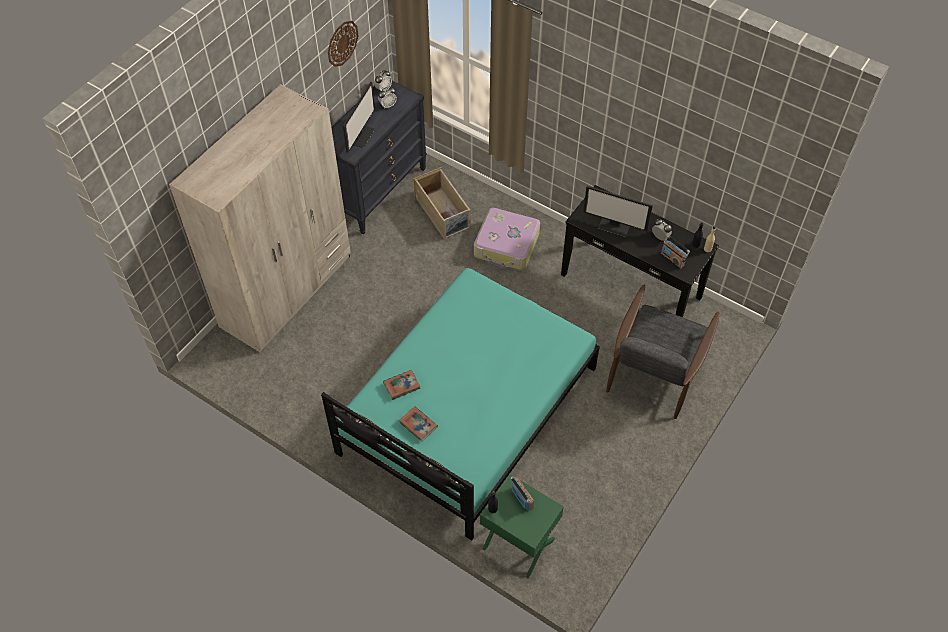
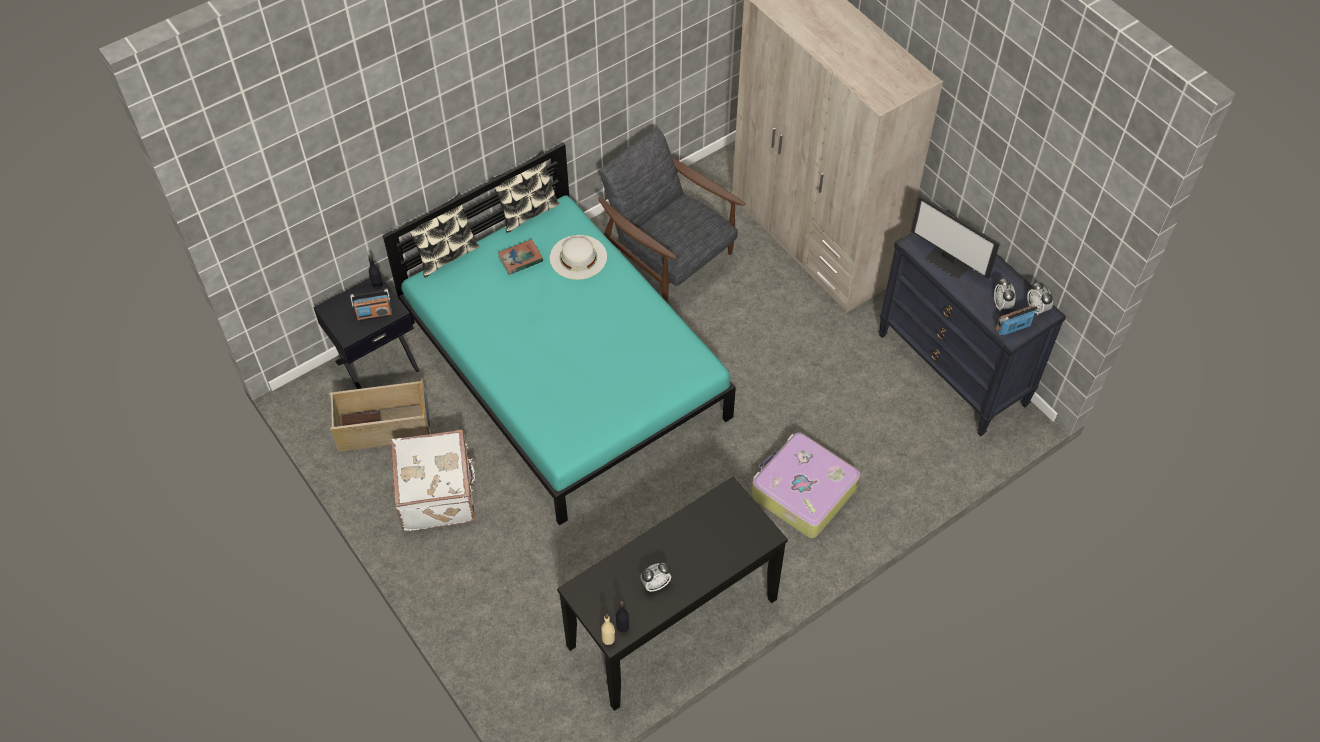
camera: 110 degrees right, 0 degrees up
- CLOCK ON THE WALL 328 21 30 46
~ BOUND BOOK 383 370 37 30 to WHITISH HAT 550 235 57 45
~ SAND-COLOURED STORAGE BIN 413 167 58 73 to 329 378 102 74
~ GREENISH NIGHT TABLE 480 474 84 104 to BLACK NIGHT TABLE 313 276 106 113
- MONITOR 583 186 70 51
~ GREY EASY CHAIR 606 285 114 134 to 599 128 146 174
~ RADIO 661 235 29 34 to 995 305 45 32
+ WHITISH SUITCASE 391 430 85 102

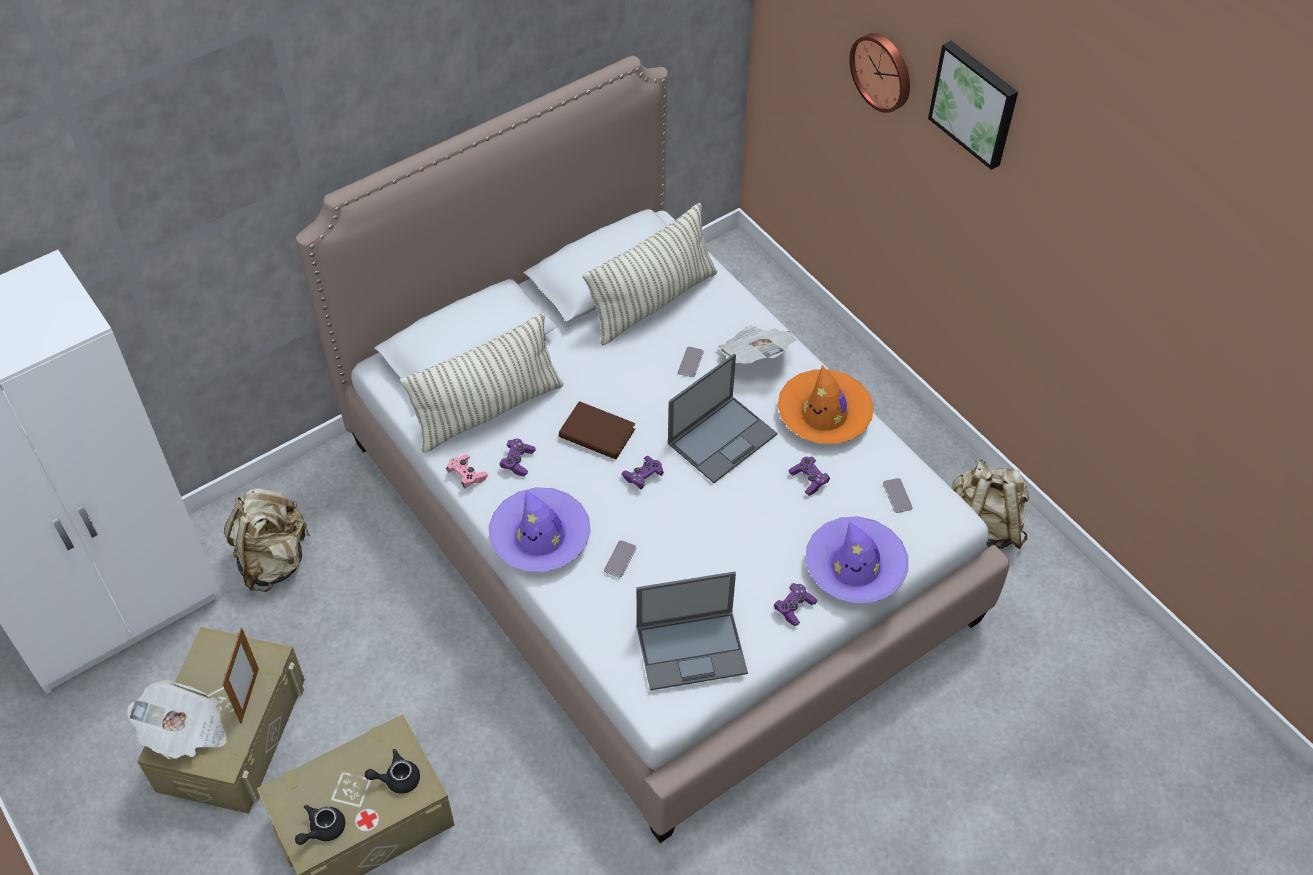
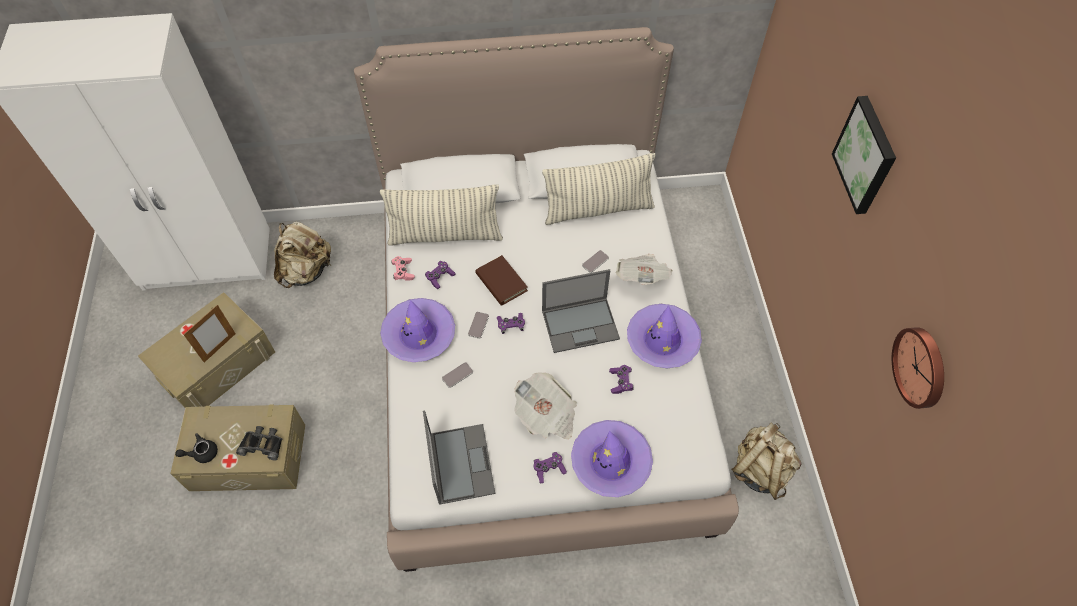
camera: 30 degrees right, 5 degrees up
~ NEWSPAPER 127 680 100 79 to 514 372 63 68
~ BLACK TEAPOT 364 749 56 45 to BLACK BINOCULARS 236 426 46 35
~ LAPTOP 637 571 111 120 = 423 410 72 95 120 degrees counterclockwise
~ ORANGE-COLOURED HAT 778 365 96 79 to PURPLE HAT 627 304 75 64
~ CLOCK ON THE WALL 849 33 61 80 to 892 327 52 82
~ HANDSET 883 478 30 35 to 468 312 21 27

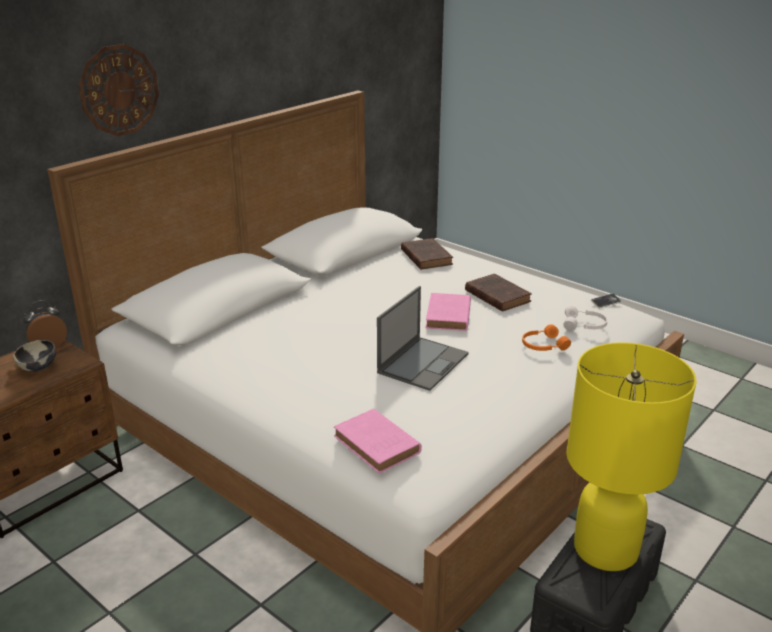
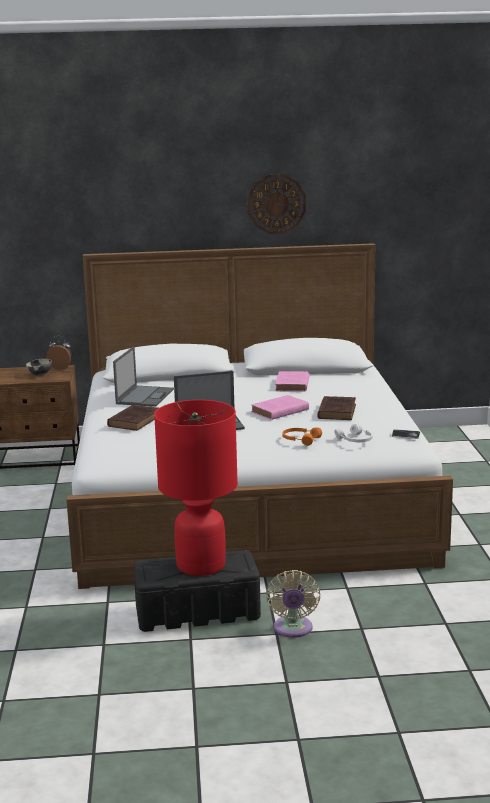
camera: 45 degrees right, 10 degrees down
~ CLOCK ON THE WALL 79 44 80 92 to 247 174 59 60
~ PINK-COLOURED BOUND BOOK 334 409 88 65 to 275 371 34 21
~ BROWN BOUND BOOK 401 238 52 32 to 107 404 51 27
~ YELLOW-COLOURED LAMP FOR A TABLE 566 342 131 229 to RED LAMP FOR A TABLE 154 400 84 176
+ LAPTOP 113 346 61 61
+ SAND-COLOURED ELECTRIC FAN 266 570 54 68

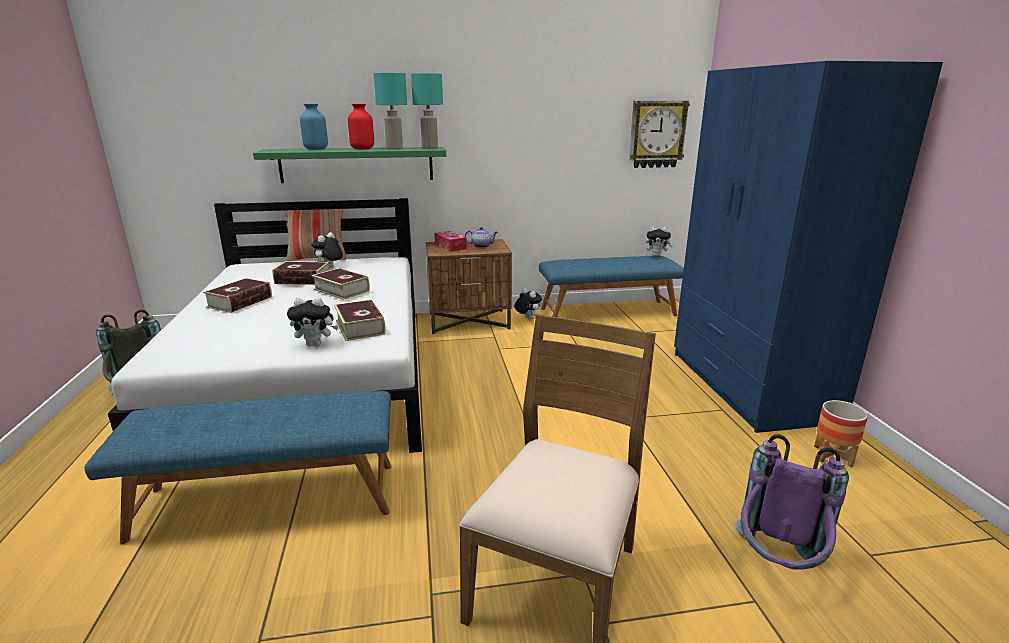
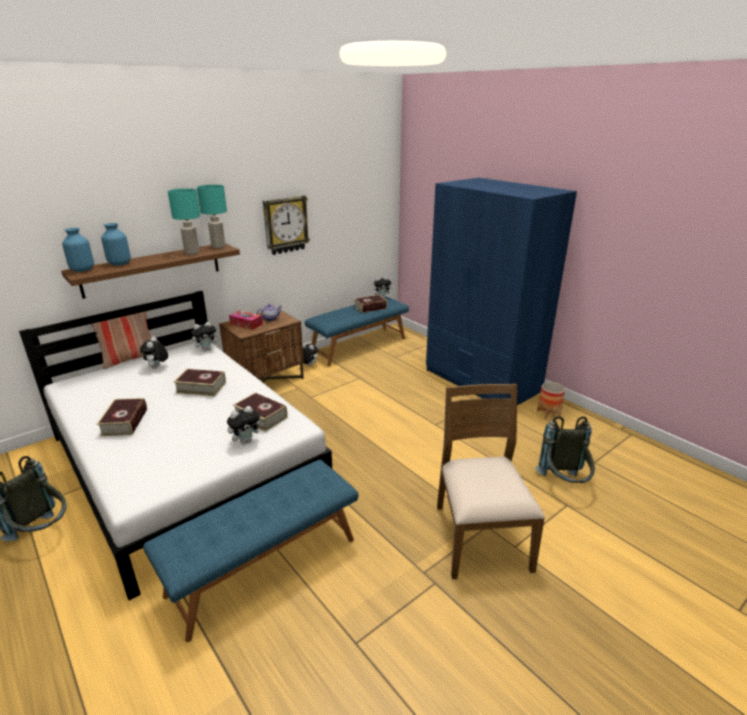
camera: 30 degrees left, 5 degrees up
~ GREENISH WALL SHELF 253 147 193 36 to BROWN WALL SHELF 61 243 179 56
~ BOUND BOOK 272 261 57 24 to 354 294 33 19
- RED DECORATIVE VASE 348 104 26 46
~ CLOCK ON THE WALL 629 101 61 67 to 263 195 47 60
~ PURPLE BACKPACK 735 434 114 136 to GREY BACKPACK 535 416 60 67
+ BLUE-COLOURED DECORATIVE VASE 62 228 32 44
+ CUDDLY TOY 191 322 29 29

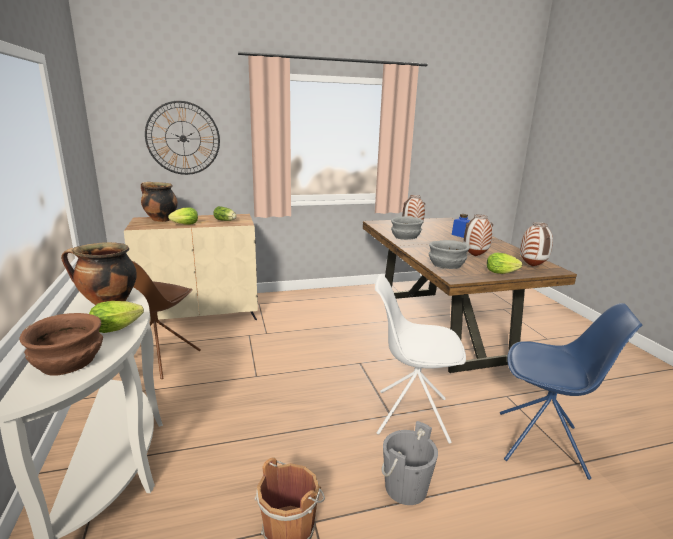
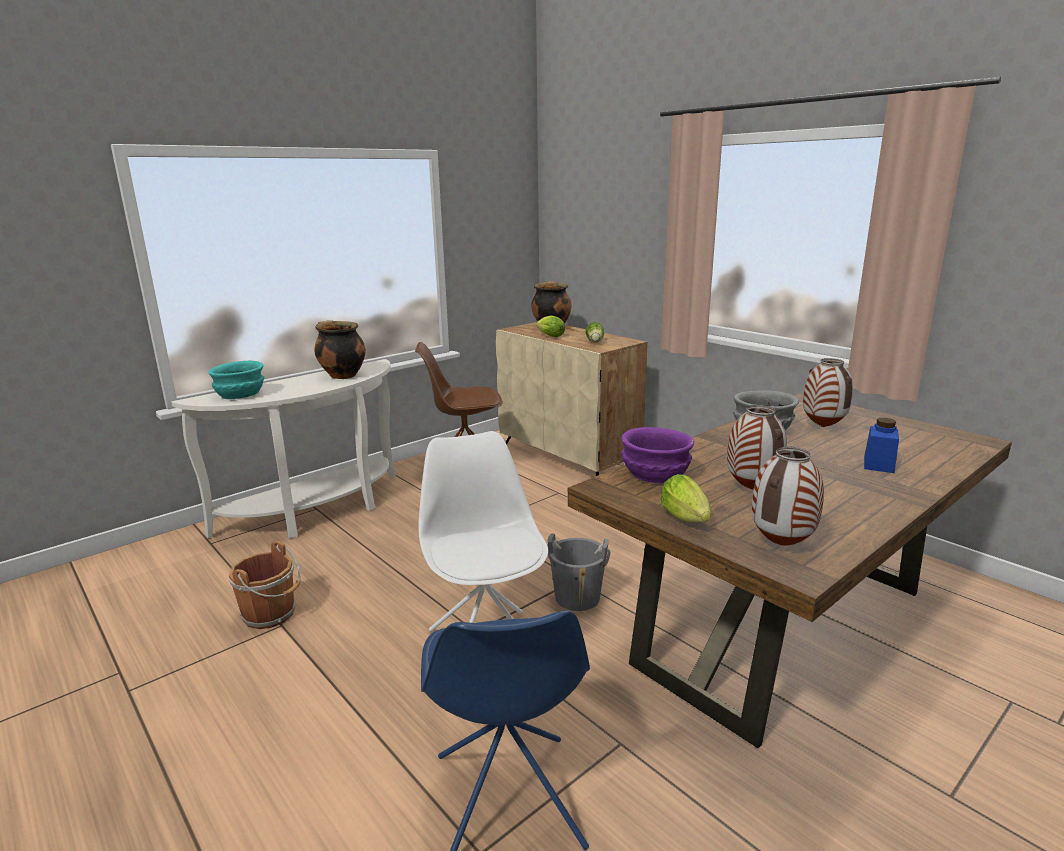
camera: 65 degrees right, 0 degrees up
~ BROWN SERVING BOWL 20 313 83 62 to TURQUOISE-COLOURED SERVING BOWL 208 361 56 38
- HEAD OF LETTUCE 89 301 55 32
- CLOCK ON THE WALL 145 101 75 74
~ GREY PAIL 382 421 56 84 to 547 533 63 78
~ GREY SERVING BOWL 429 240 41 29 to PURPLE SERVING BOWL 621 427 73 56

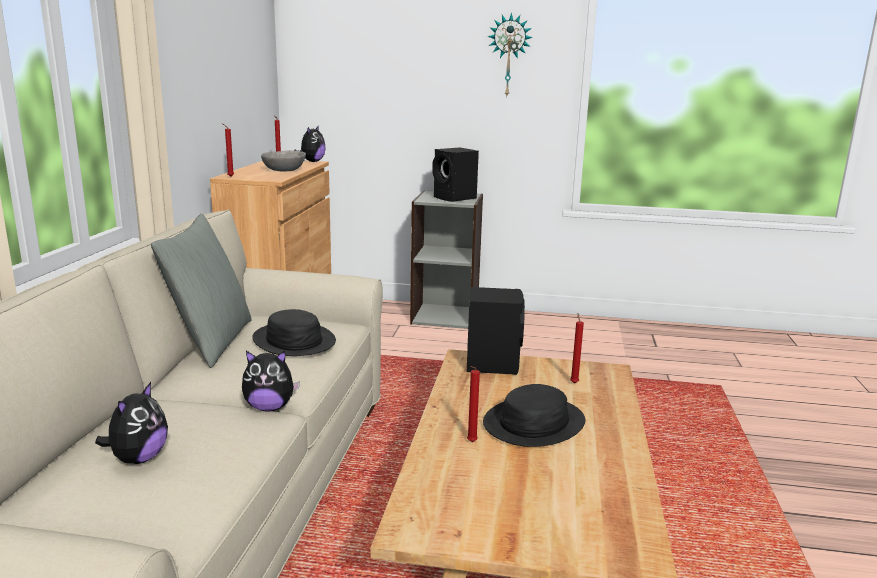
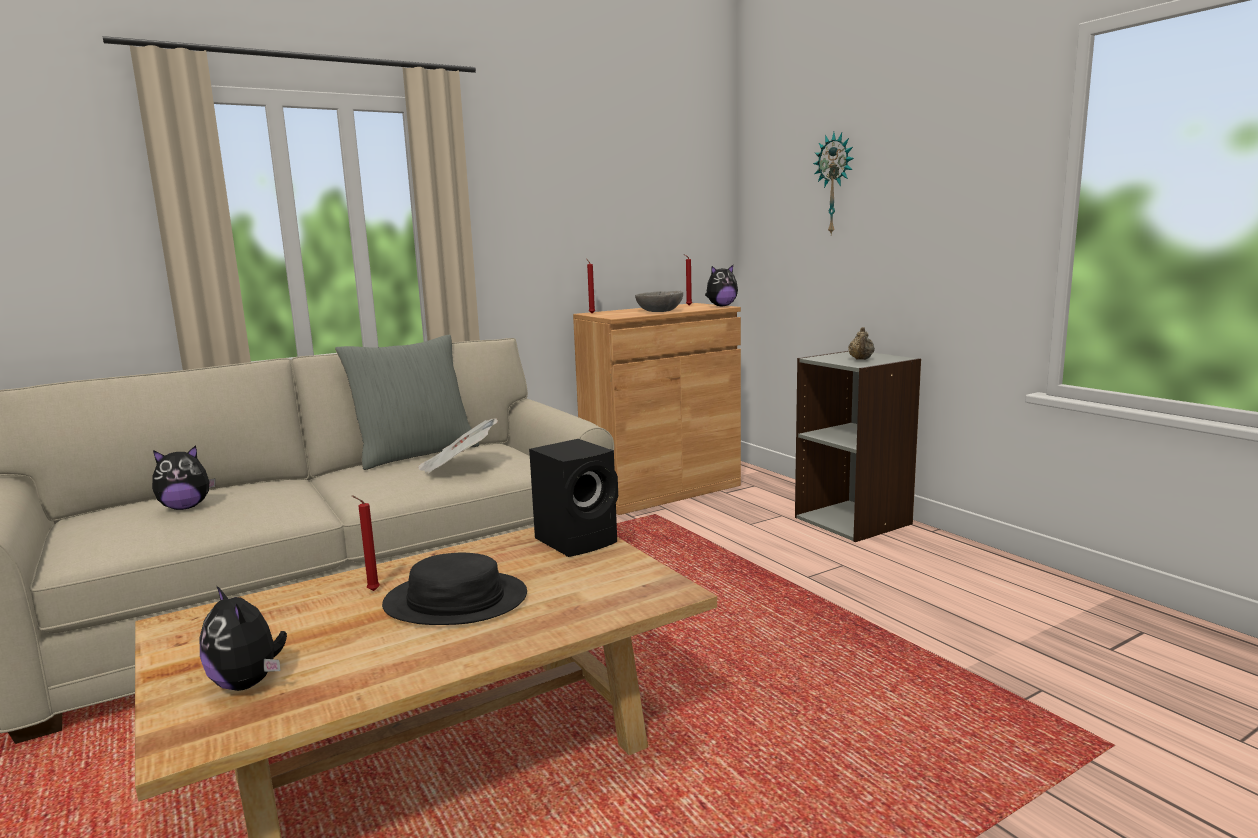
camera: 50 degrees right, 5 degrees down
~ CUDDLY TOY 242 351 58 61 to 200 586 87 105
~ BLACK HAT 252 309 84 47 to NEWSPAPER 418 418 80 56
~ BLACK SPEAKER 432 147 47 55 to SAND-COLOURED TEAPOT 848 327 27 33
~ CLOCK ON THE WALL 487 13 46 83 to 813 132 41 104
- RED WAX LIGHT 570 313 14 71

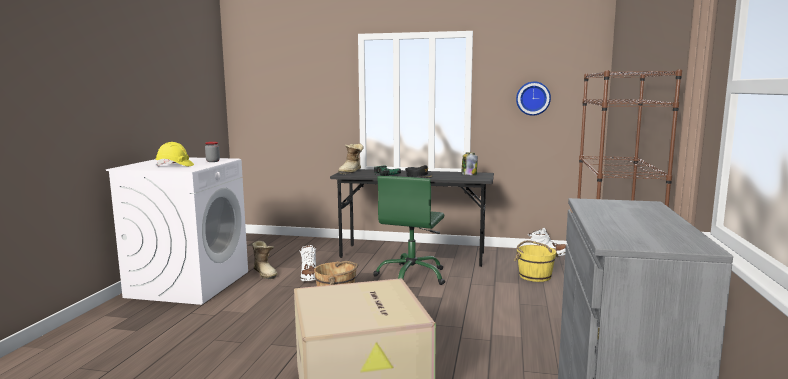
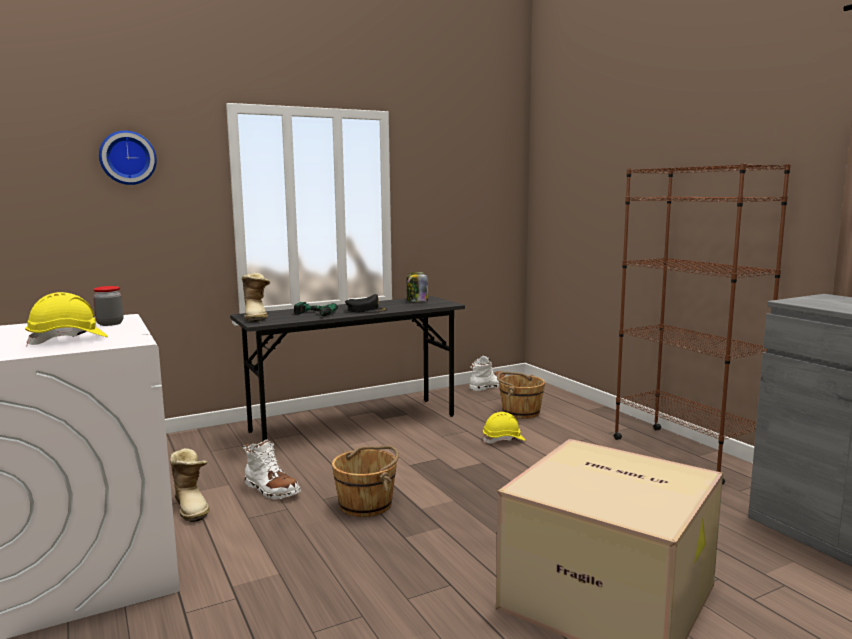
camera: 40 degrees left, 0 degrees up
~ BOOT 252 241 25 38 = 170 448 40 74 45 degrees clockwise
- GREENISH COMPUTER CHAIR 373 176 72 109
~ YELLOW-COLOURED PAIL 513 240 46 42 to BROWN PAIL 497 372 48 47
~ CLOCK ON THE WALL 516 82 35 34 to 99 131 58 54
+ YELLOW-COLOURED WORK HELMET 483 412 43 31

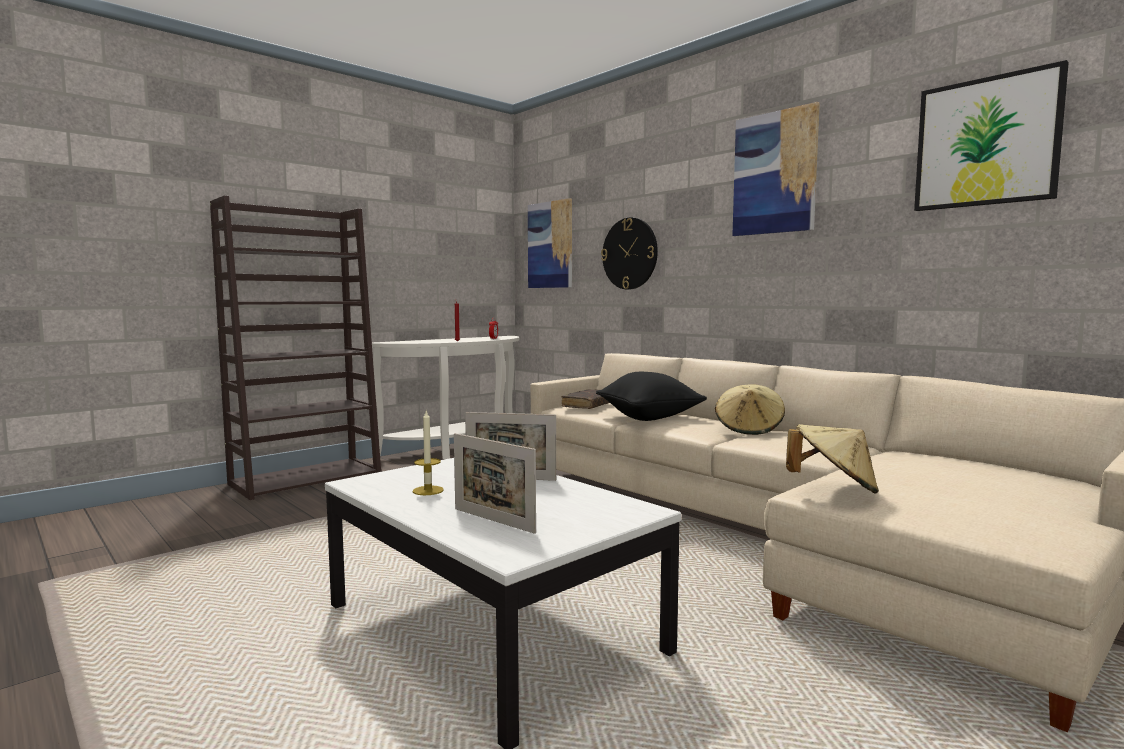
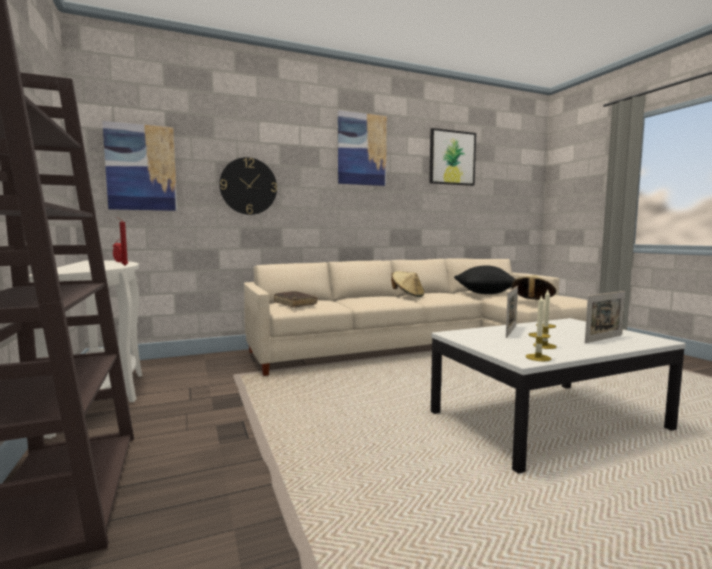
camera: 70 degrees left, 0 degrees up
~ BLACK PILLOW 596 372 111 49 to 454 265 61 29
+ WAX LIGHT 525 294 26 67

